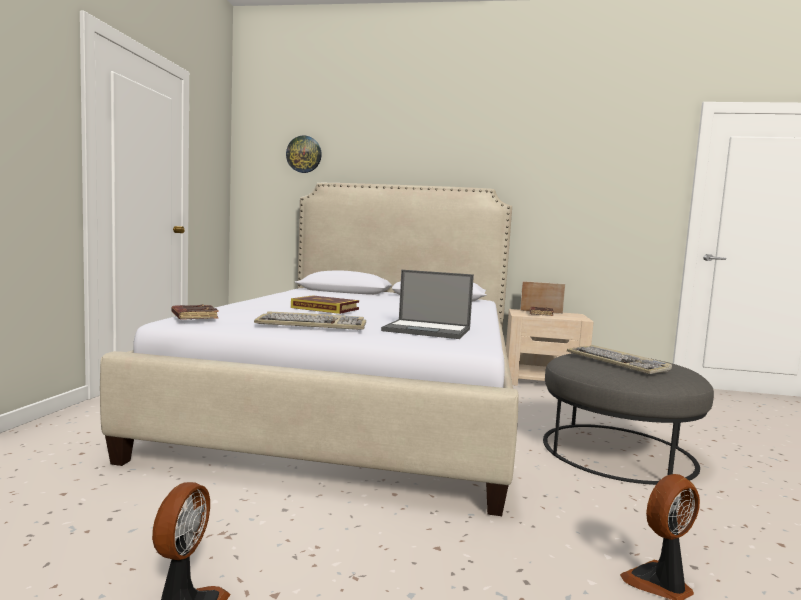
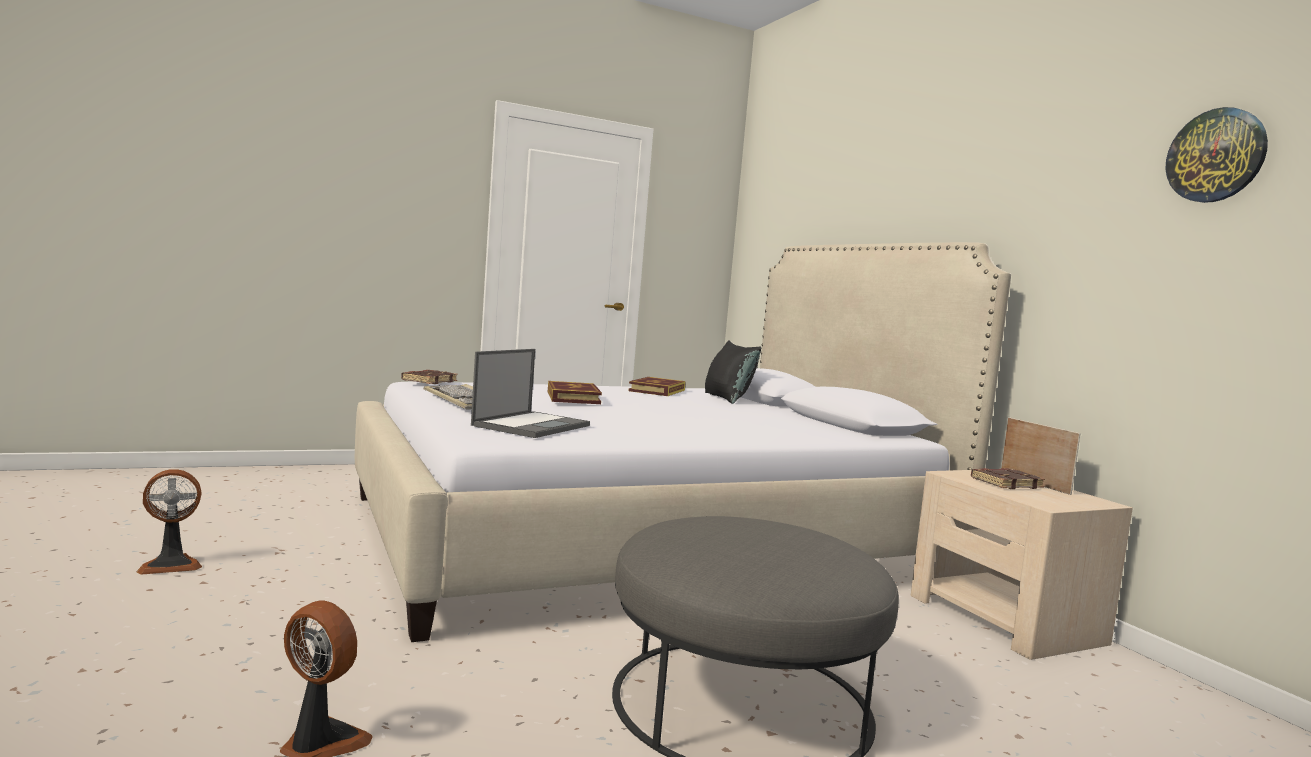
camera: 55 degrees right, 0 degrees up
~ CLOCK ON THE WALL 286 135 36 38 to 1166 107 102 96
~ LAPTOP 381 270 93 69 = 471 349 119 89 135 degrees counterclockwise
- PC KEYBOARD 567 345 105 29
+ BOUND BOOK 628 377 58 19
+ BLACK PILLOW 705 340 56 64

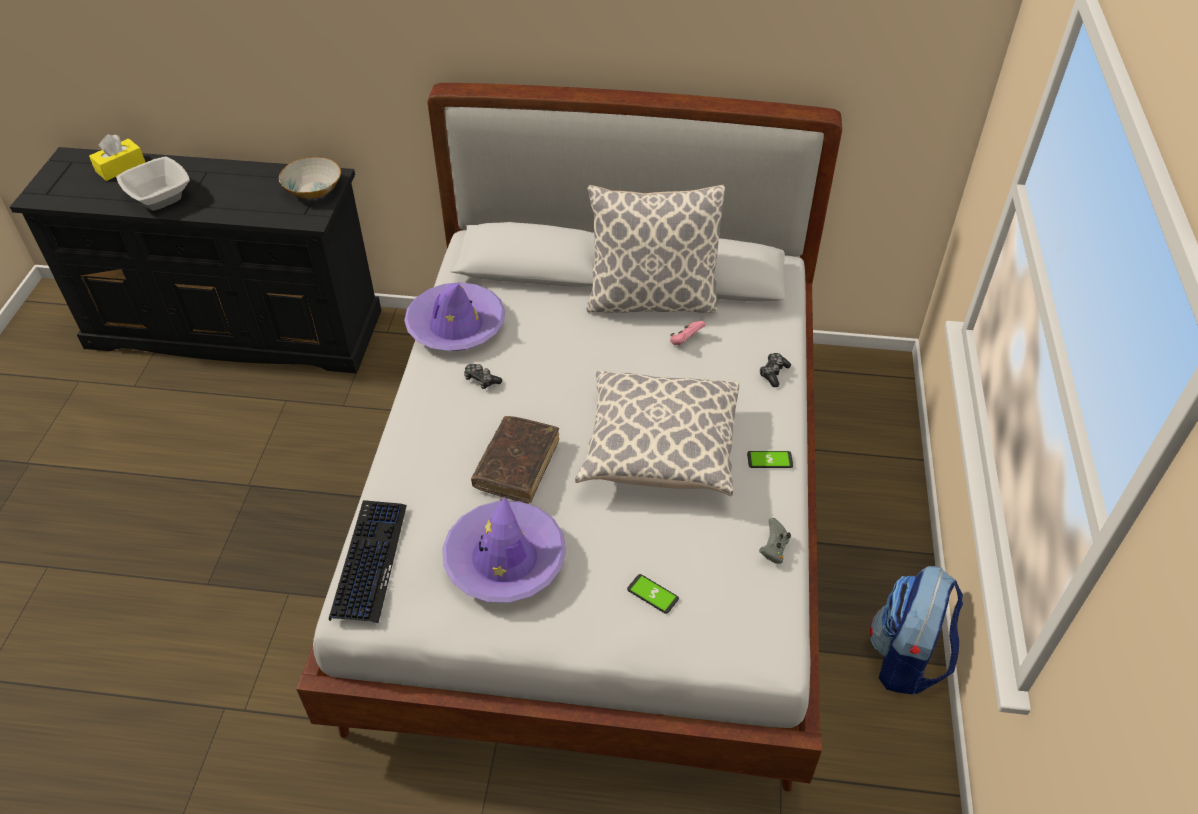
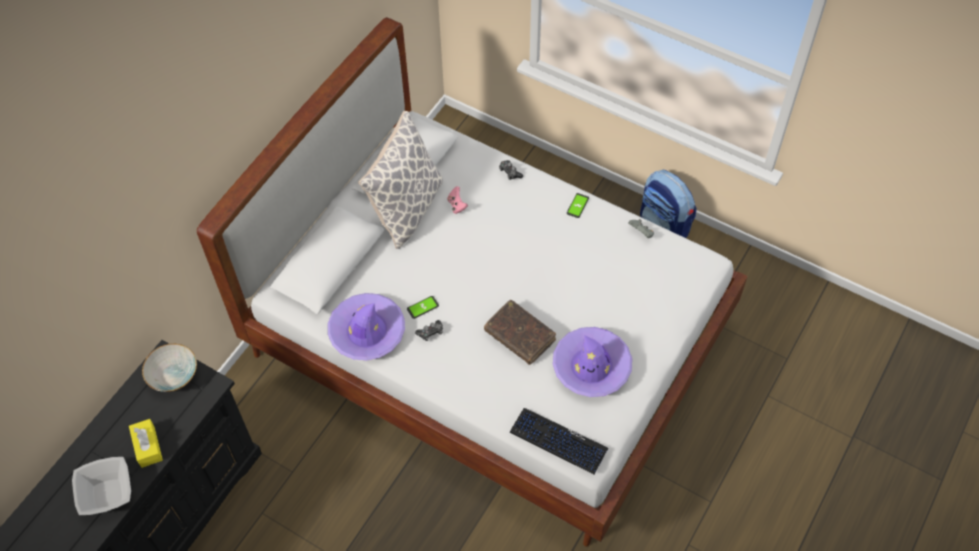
camera: 65 degrees left, 10 degrees up
~ YELLOW-COLOURED BOX OF TISSUES 89 134 57 47 to 129 419 34 49
- PILLOW 575 370 164 127
~ HANDSET 627 574 52 40 to 407 296 32 23

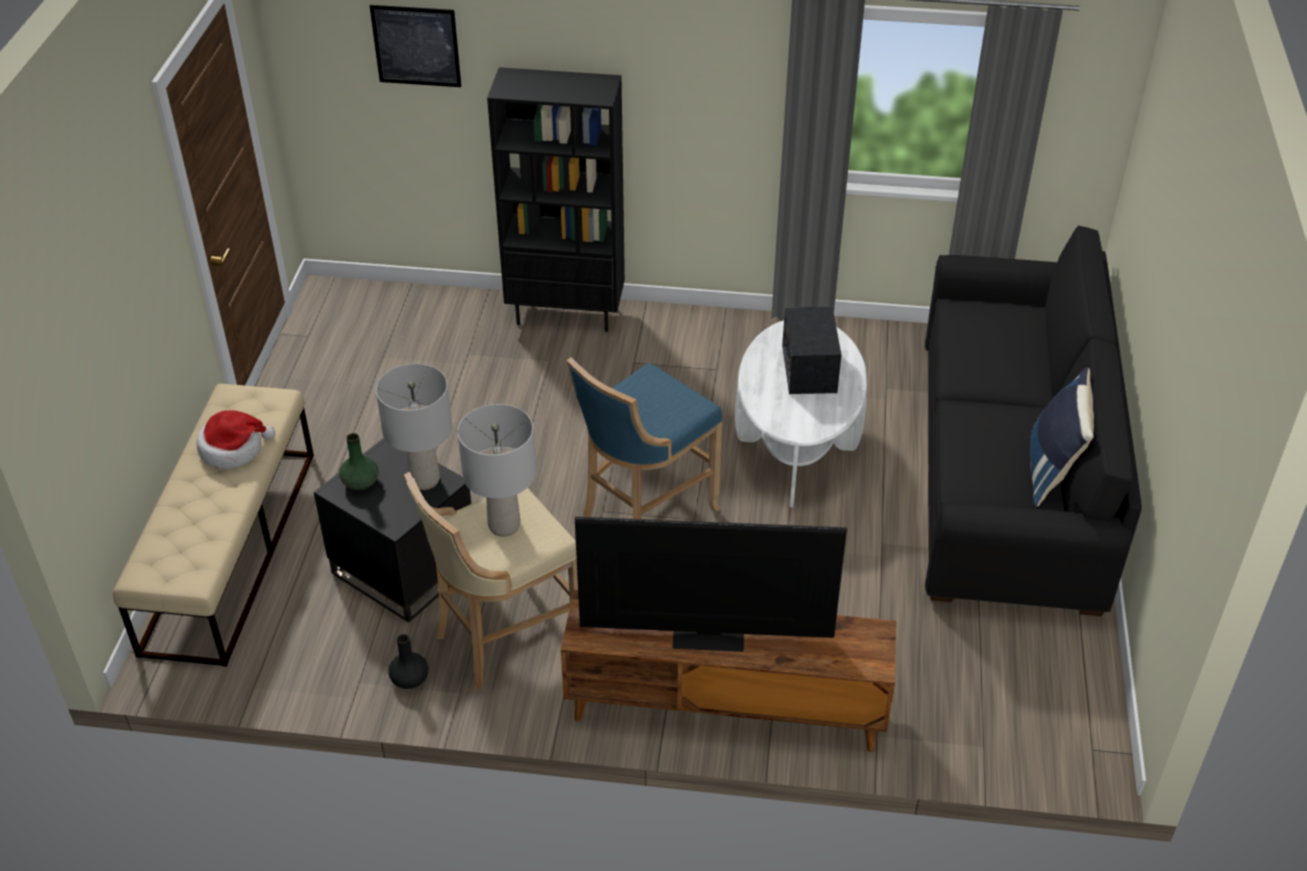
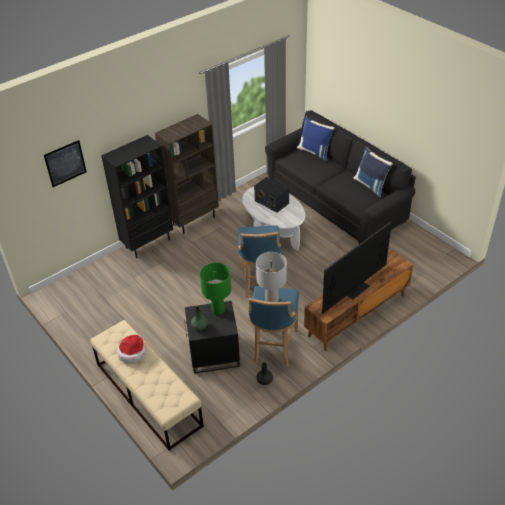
camera: 45 degrees left, 0 degrees up
~ GREY LAMP FOR A TABLE 376 364 76 126 to GREENISH LAMP FOR A TABLE 200 263 31 52
~ SAND-COLOURED SITTING STOOL 404 471 174 219 to BLUE-COLOURED SITTING STOOL 248 286 51 81
+ BROWN SHELVING UNIT 155 114 64 120
+ BLUE-COLOURED PILLOW 297 116 37 45

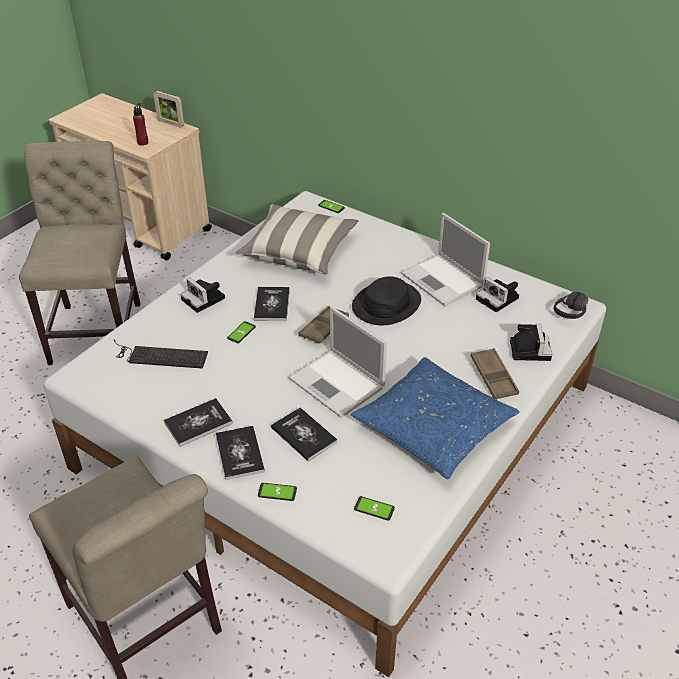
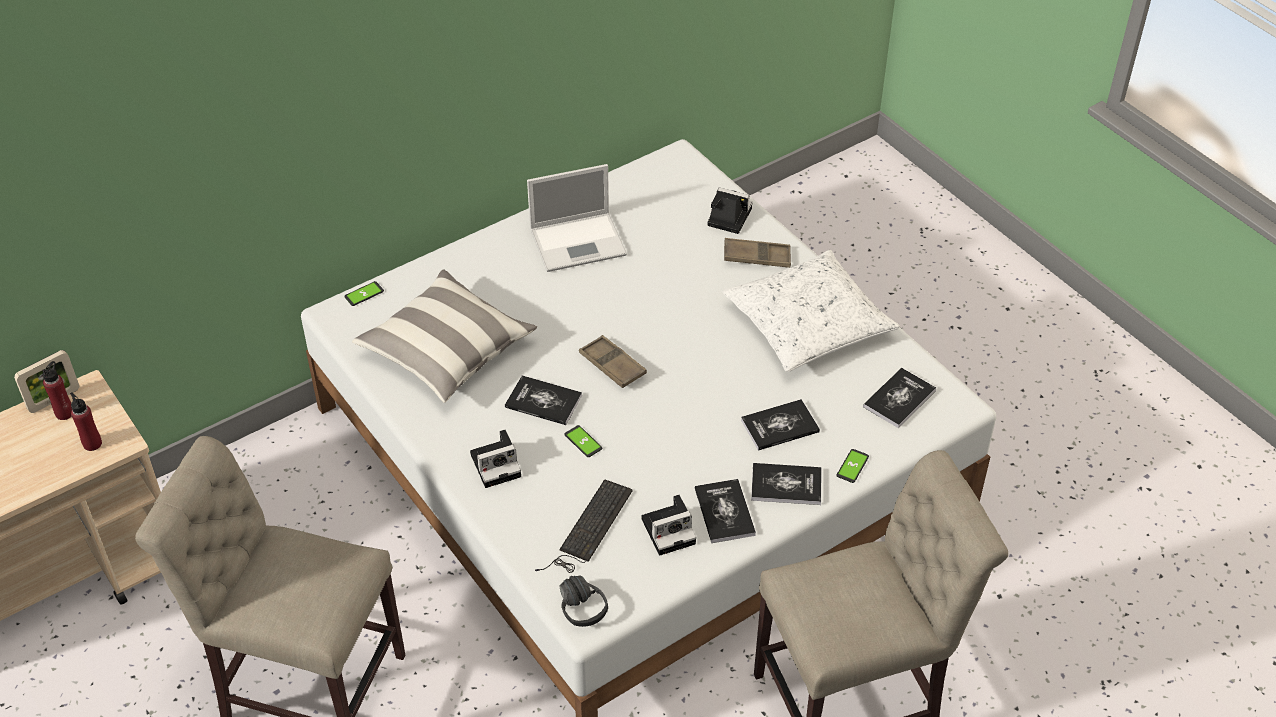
camera: 70 degrees left, 5 degrees up
- LAPTOP 289 307 98 111
~ BLUE-COLOURED PILLOW 351 357 169 122 to WHITISH PILLOW 722 250 178 122
- BLACK HAT 352 276 69 49
~ HANDSET 354 496 41 25 to BOUND BOOK 863 368 73 60
~ PHOTO CAMERA 476 277 43 35 to 642 495 54 60
~ BLACK HEADPHONES 554 292 34 27 to 559 575 49 52
+ RED BOTTLE 42 361 30 59

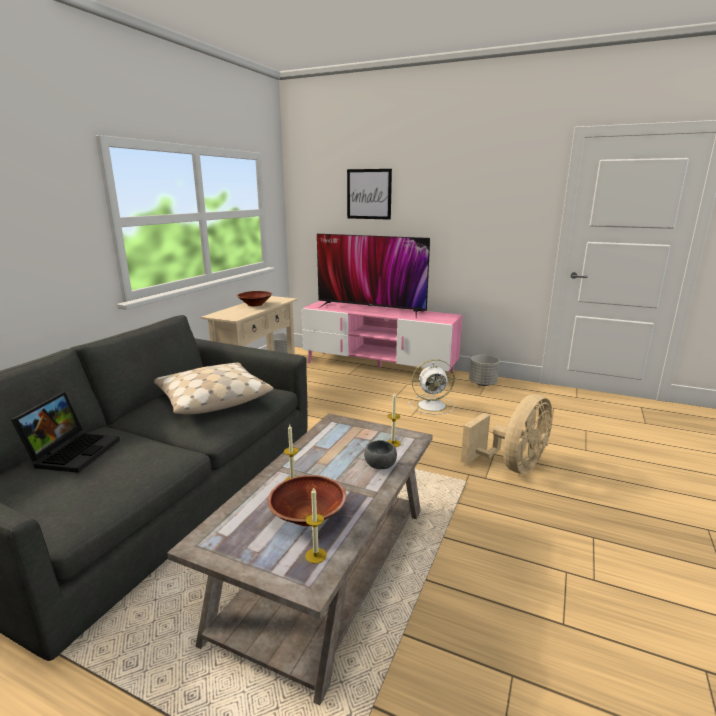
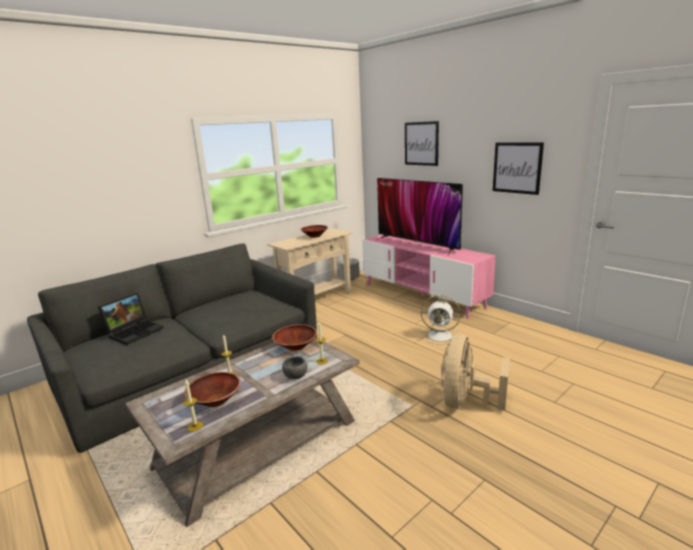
camera: 25 degrees right, 0 degrees up
- SAND-COLOURED PILLOW 154 362 120 52
~ SAND-COLOURED ELECTRIC FAN 461 394 91 80 = 441 334 69 77 135 degrees clockwise
- GREY PLANTER 469 355 31 31
+ BROWN SERVING BOWL 272 324 45 27
+ PICTURE 493 142 51 53

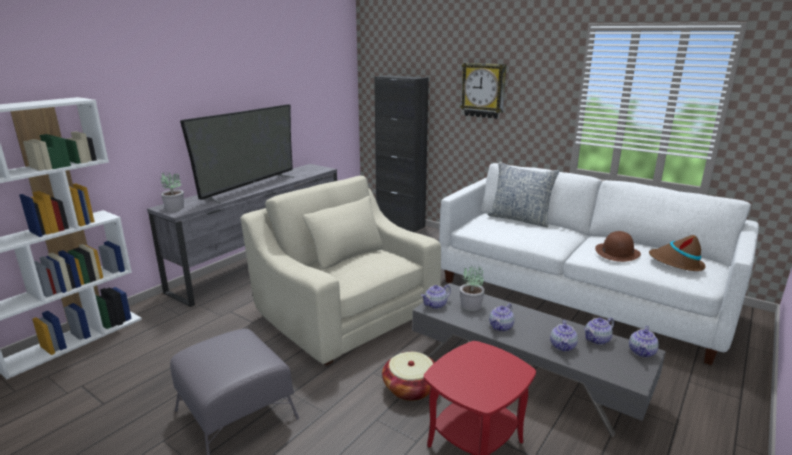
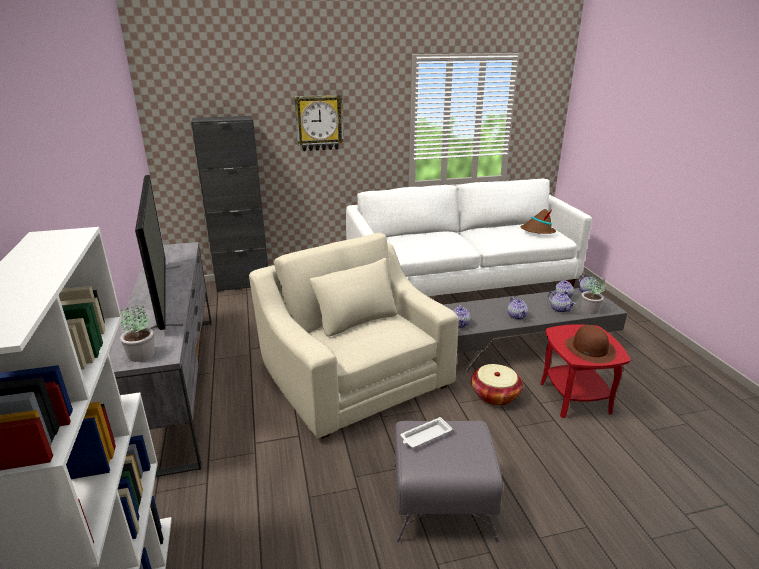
camera: 50 degrees left, 5 degrees up
~ SAND-COLOURED EASY CHAIR 241 176 200 190 = 249 232 210 207 60 degrees clockwise
~ POTTED PLANT 460 265 25 46 to 581 275 24 39
- PILLOW 487 162 73 65
~ BROWN HAT 595 231 46 31 to 565 325 51 38
+ WHITISH TRAY 400 417 53 31

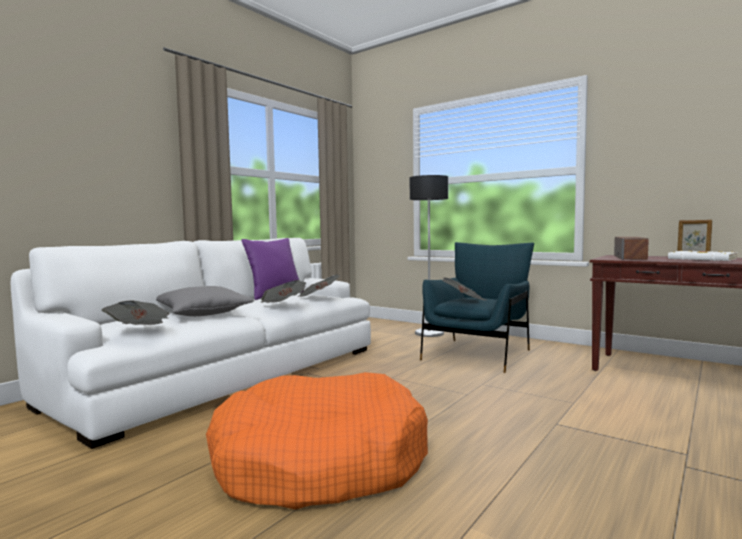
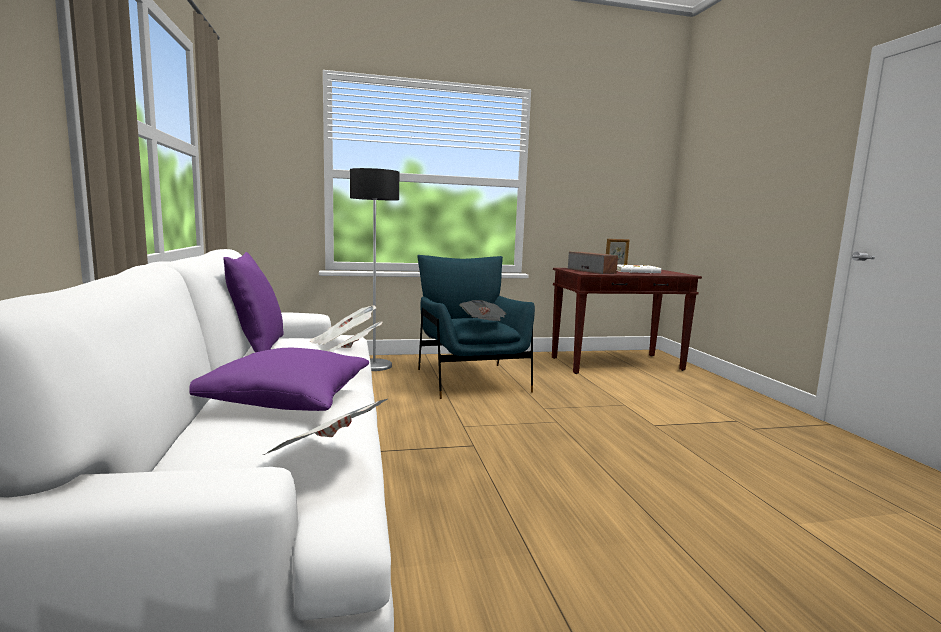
camera: 50 degrees left, 5 degrees up
~ GREY PILLOW 156 286 98 30 to PURPLE PILLOW 189 348 180 63
- ORANGE-COLOURED PET BED 206 372 222 138

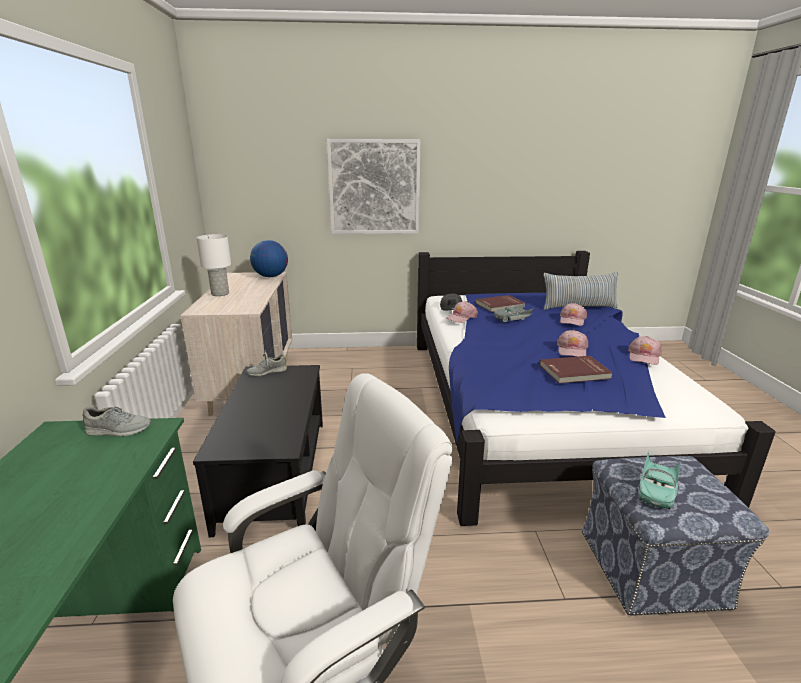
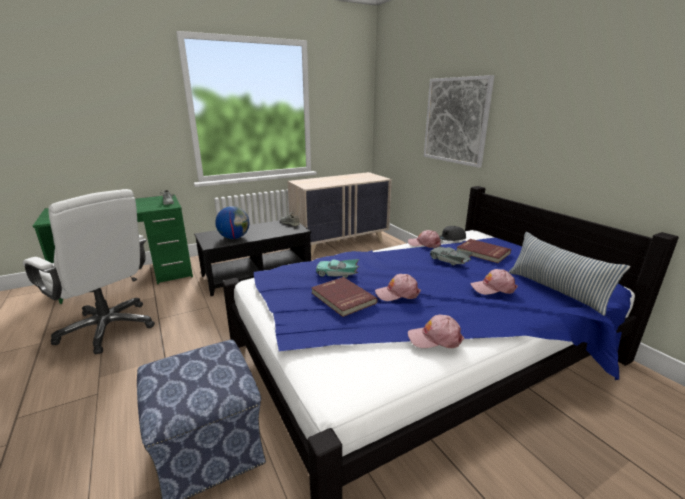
camera: 65 degrees right, 0 degrees up
- WHITISH LAMP FOR A TABLE 196 234 35 62
~ DESK GLOBE 250 240 38 37 to 215 206 34 33
~ TURQUOISE-COLOURED TOY CAR 639 451 41 58 to 316 259 43 19

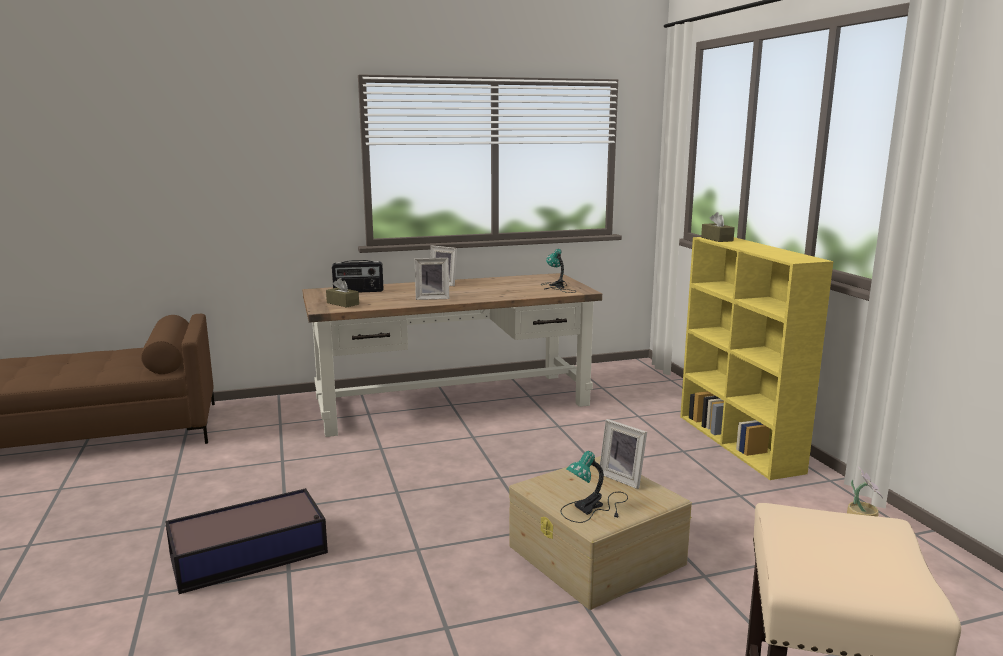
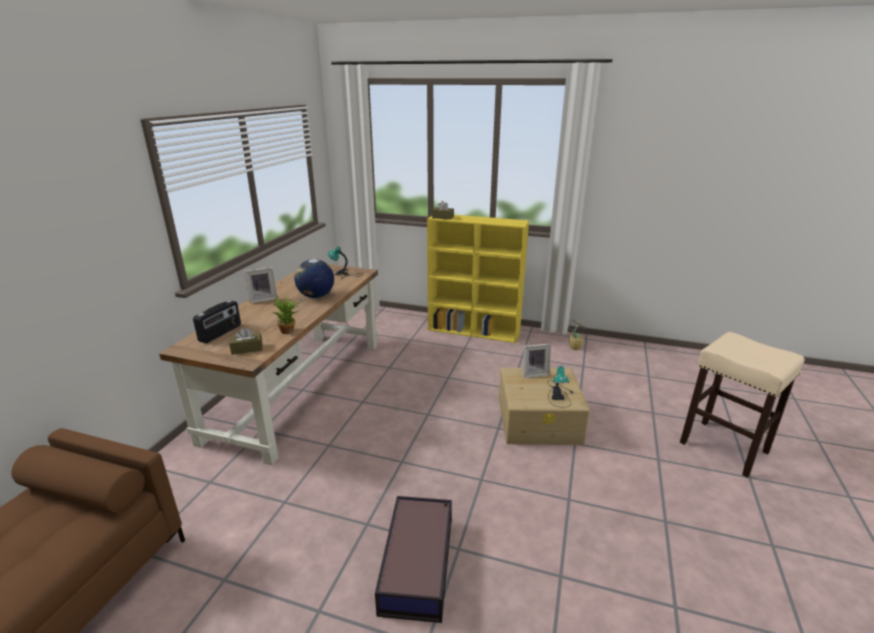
camera: 55 degrees left, 10 degrees up
- PICTURE FRAME 415 258 34 42
+ POTTED PLANT 273 295 28 39
+ DESK GLOBE 294 259 40 39

